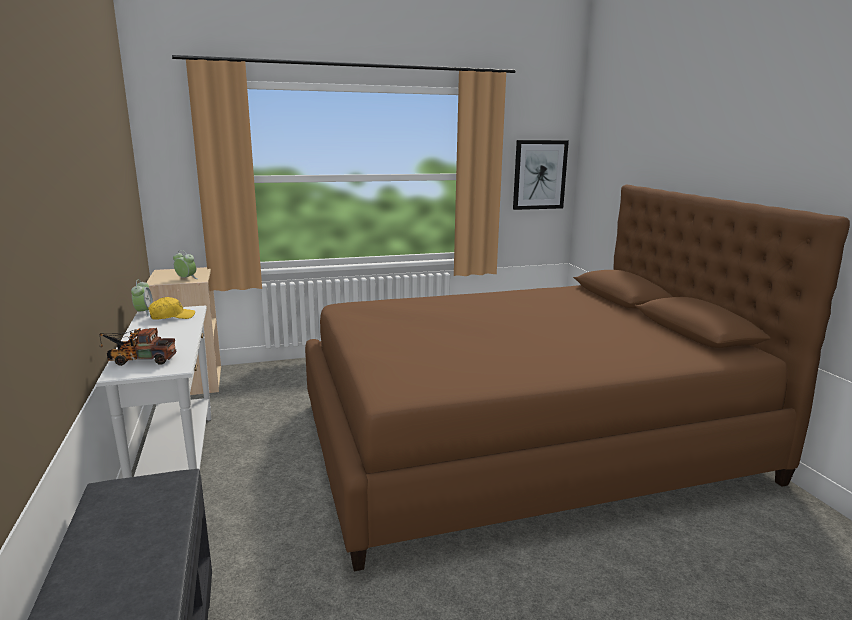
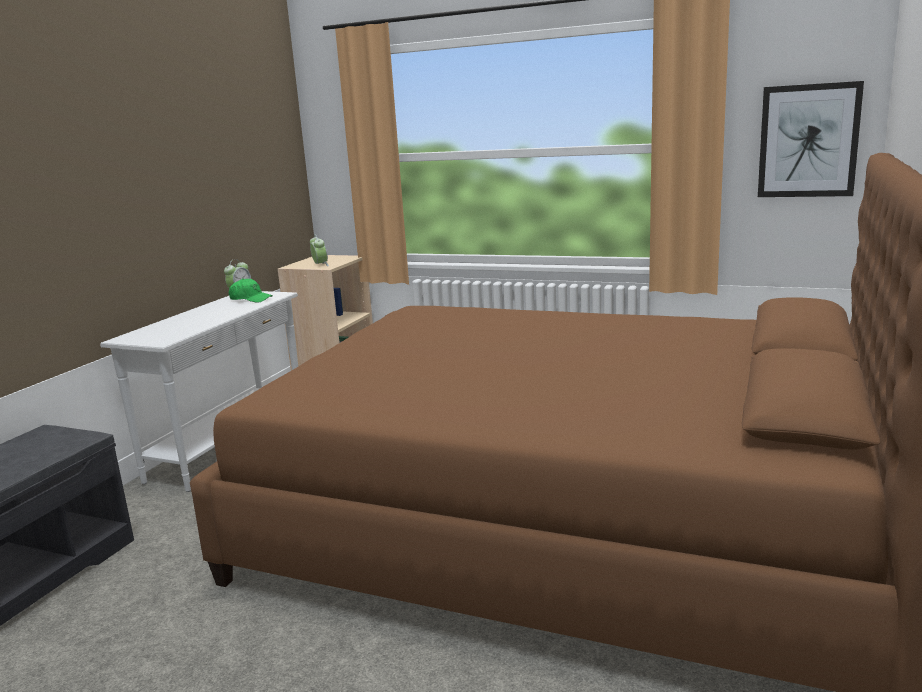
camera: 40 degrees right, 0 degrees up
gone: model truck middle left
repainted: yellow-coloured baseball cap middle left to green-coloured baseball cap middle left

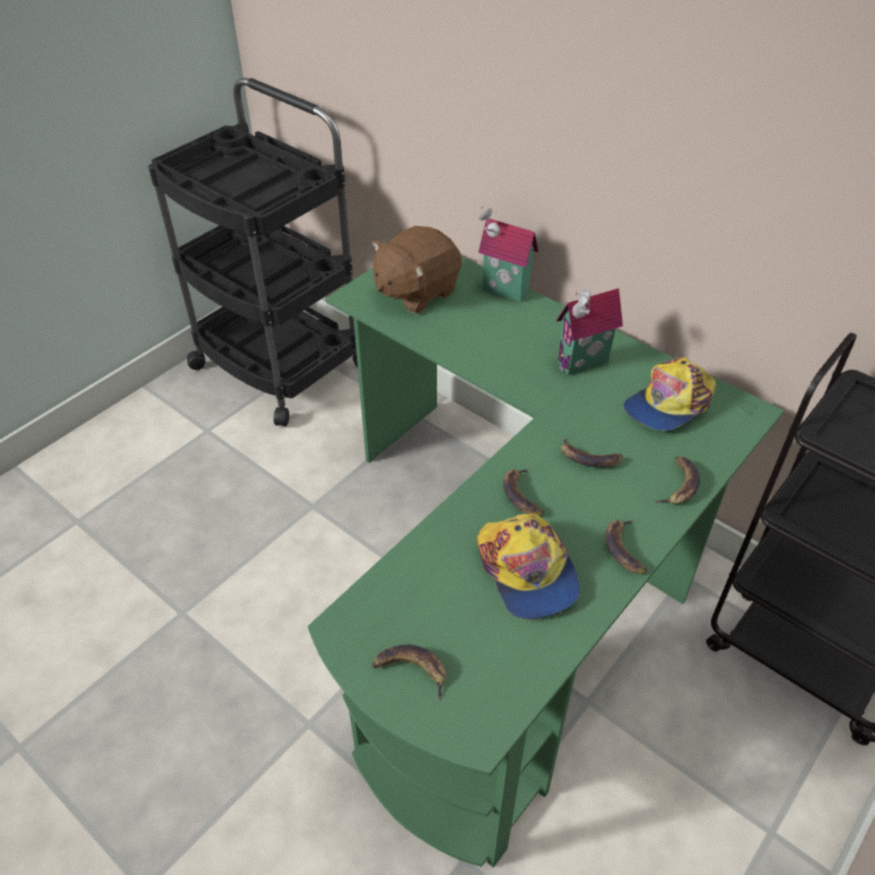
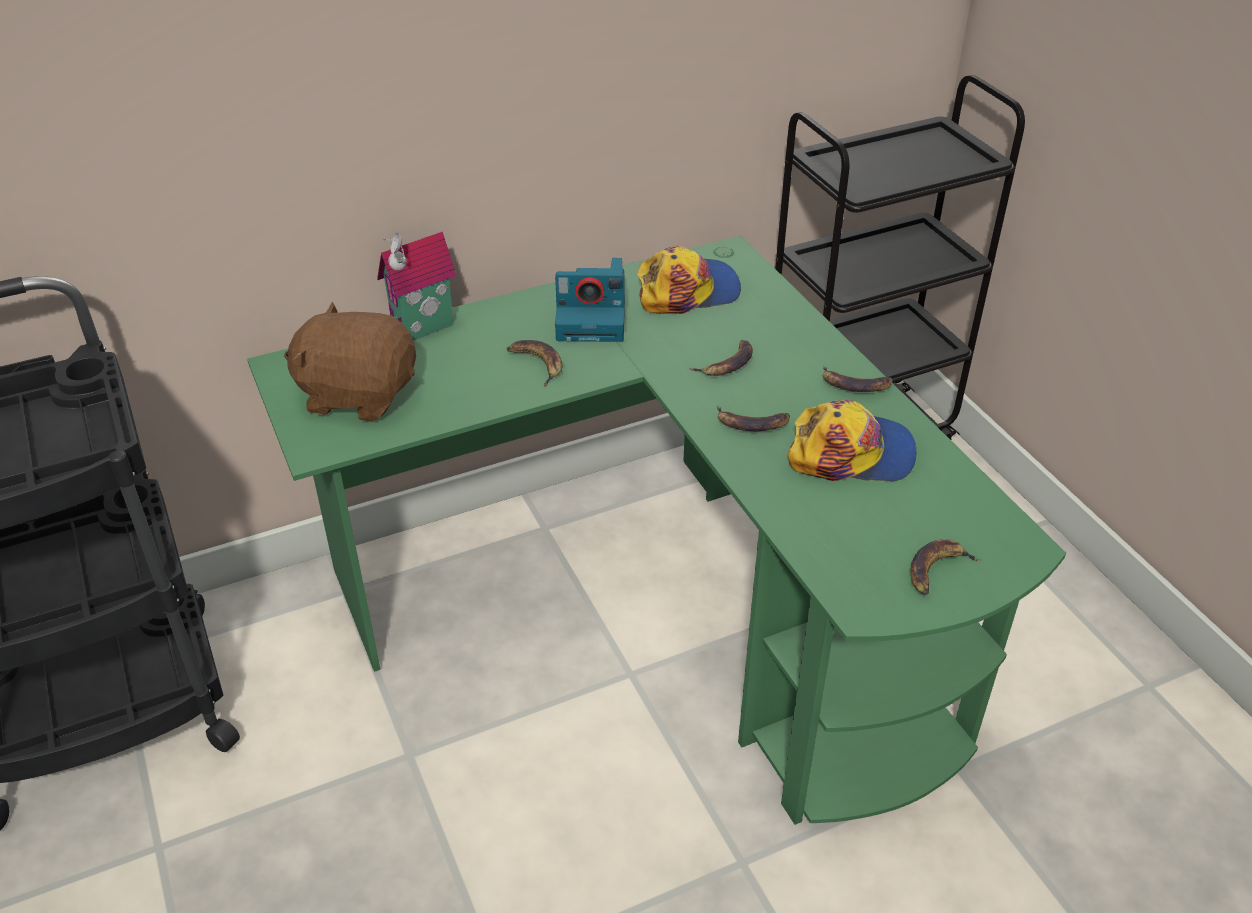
camera: 65 degrees left, 5 degrees down
shifted: banana fruit (no. 5 from left in the first image) middle right to banana fruit (no. 1 from left) centre
swapped: toy house (no. 2 from left) middle right to still camera top centre
rotated: brown cuddly toy top centre = middle left 120 degrees clockwise; baseball cap (no. 2 from left in the first image) middle right = top centre 90 degrees counterclockwise

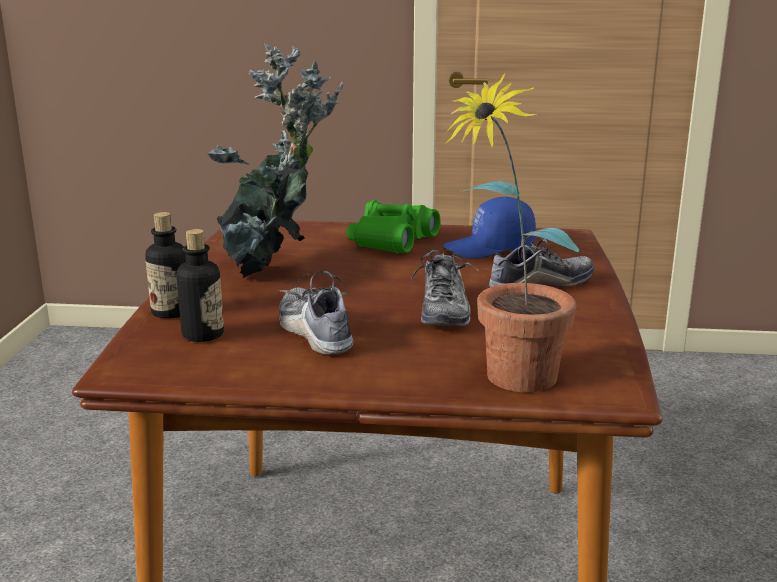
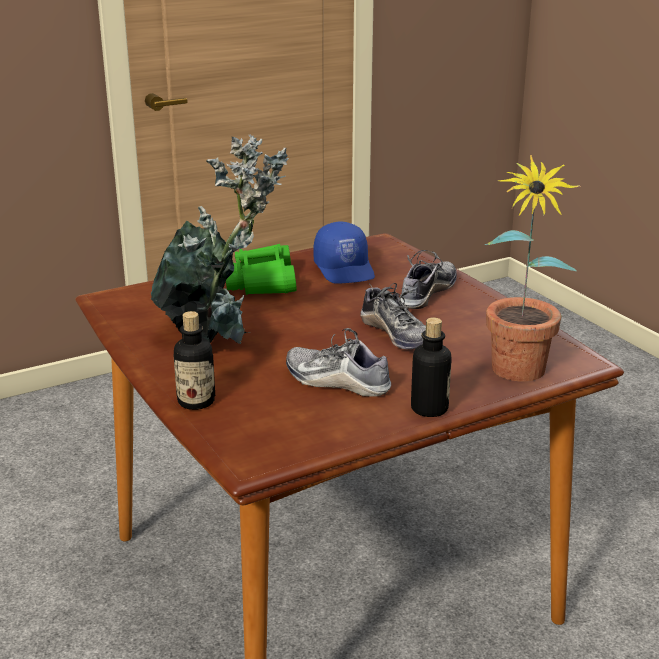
camera: 35 degrees left, 5 degrees up
shifted: drink bottle (no. 2 from left) middle left to centre
rotated: bluish baseball cap centre = centre 60 degrees counterclockwise

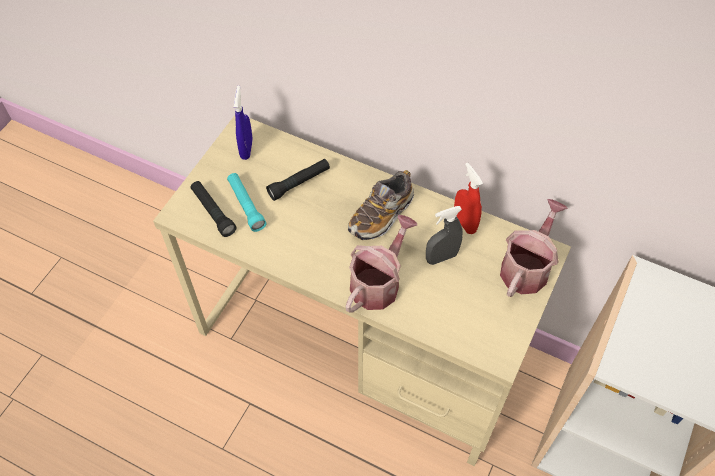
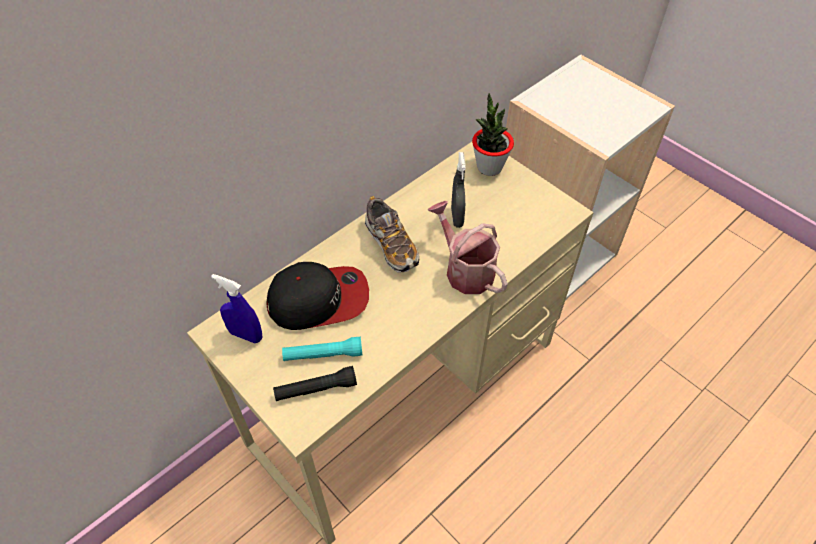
camera: 70 degrees left, 5 degrees down
gone: red-coloured hand sprayer centre
swapped: black-coloured torch (no. 2 from left) centre to baseball cap centre; sprinkling can (no. 2 from left) middle right to plant in a pot top centre

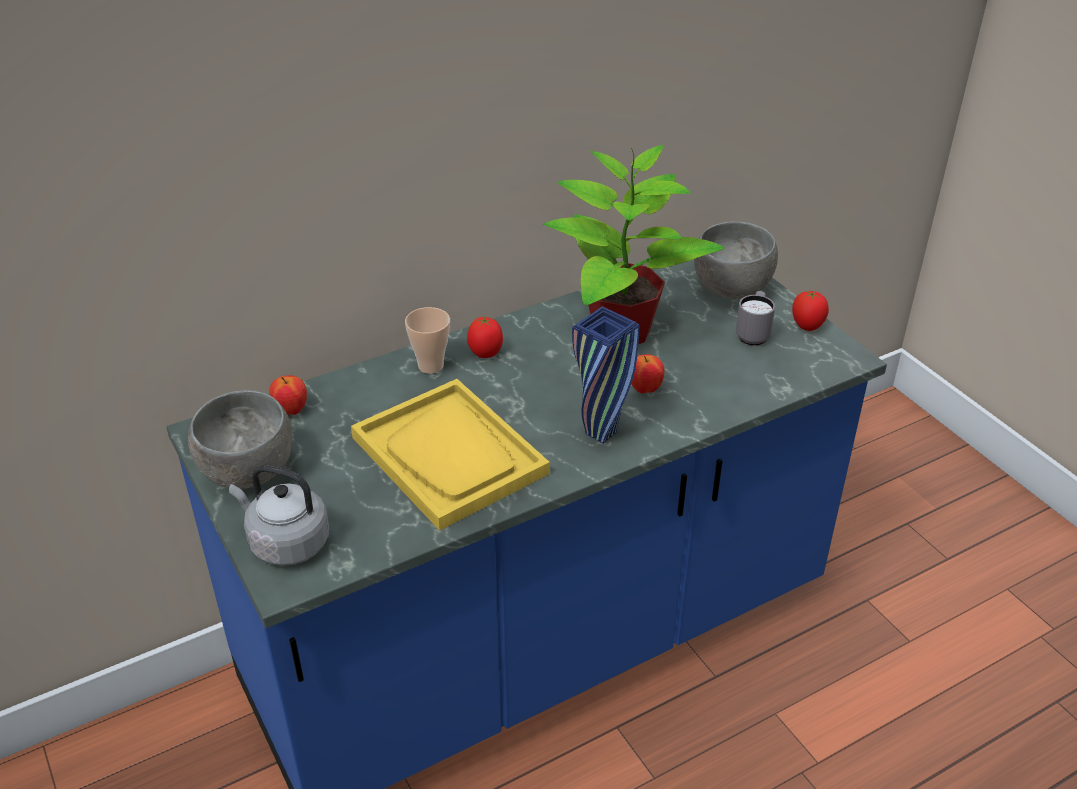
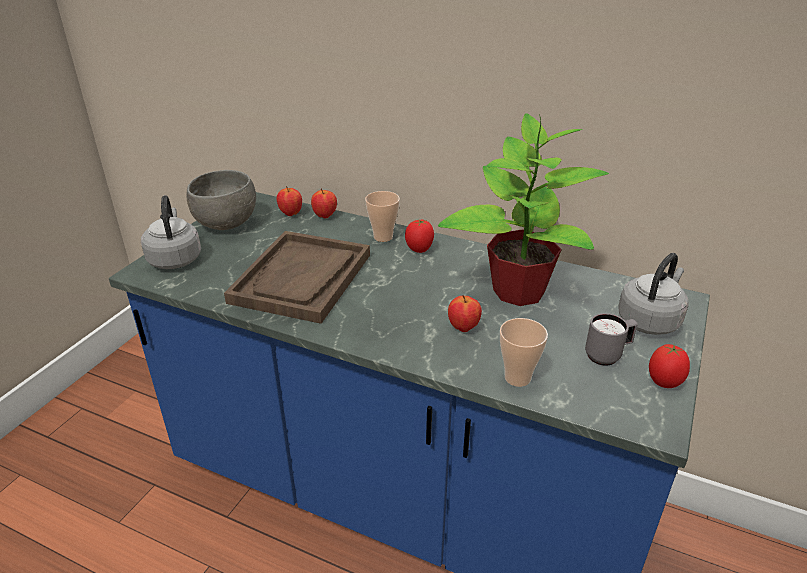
camera: 55 degrees right, 5 degrees down
gone: bluish decorative vase centre
new: whole apple (no. 2 from left) centre; drinking cup (no. 2 from left) centre
swapped: gray serving bowl (no. 2 from left) top right to gray tea kettle (no. 2 from left) middle right
repainted: yellow-coloured serving tray centre to brown serving tray centre

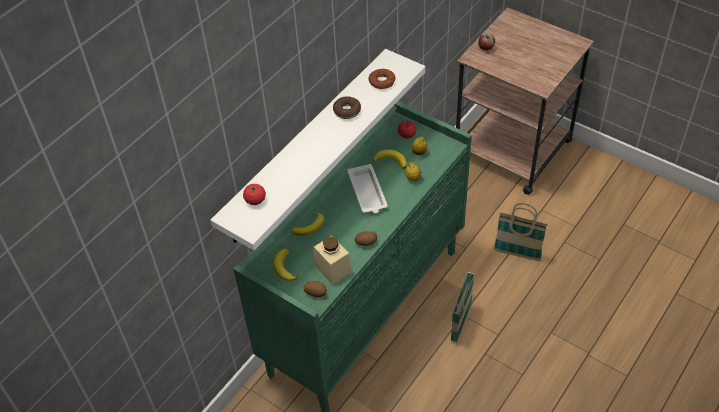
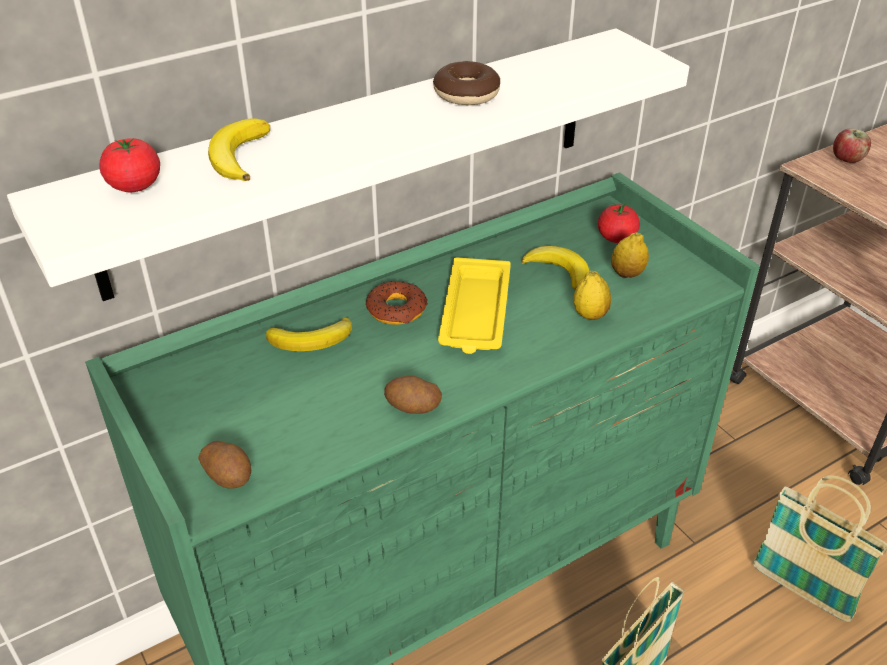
camera: 20 degrees right, 10 degrees down
gone: beige jar centre
shifted: banana fruit (no. 1 from left) centre to top left; ring doughnut (no. 2 from left in the first image) top centre to ring doughnut (no. 1 from left) centre
repainted: whitish serving tray centre to yellow-coloured serving tray centre

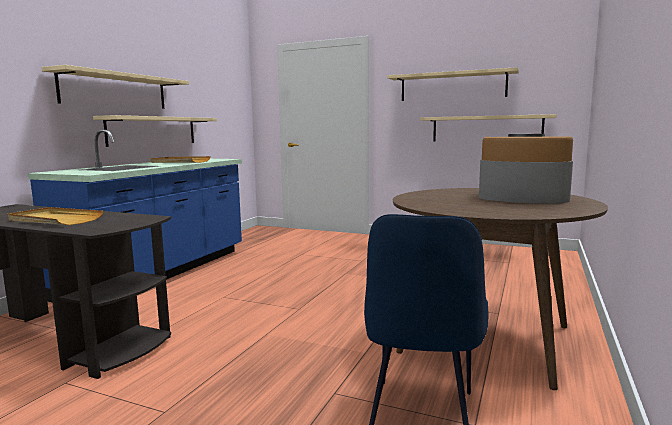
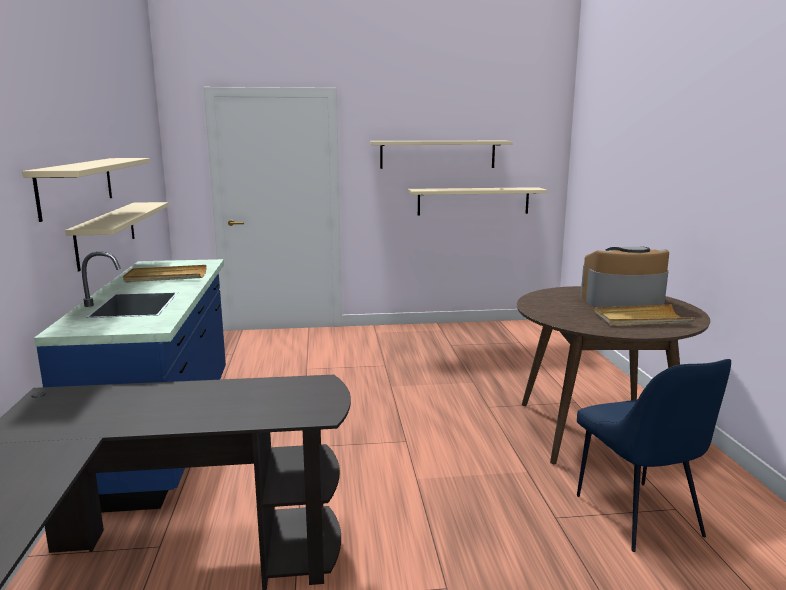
camera: 30 degrees left, 5 degrees up
shifted: beige serving tray (no. 1 from left in the first image) middle left to beige serving tray (no. 2 from left) middle right

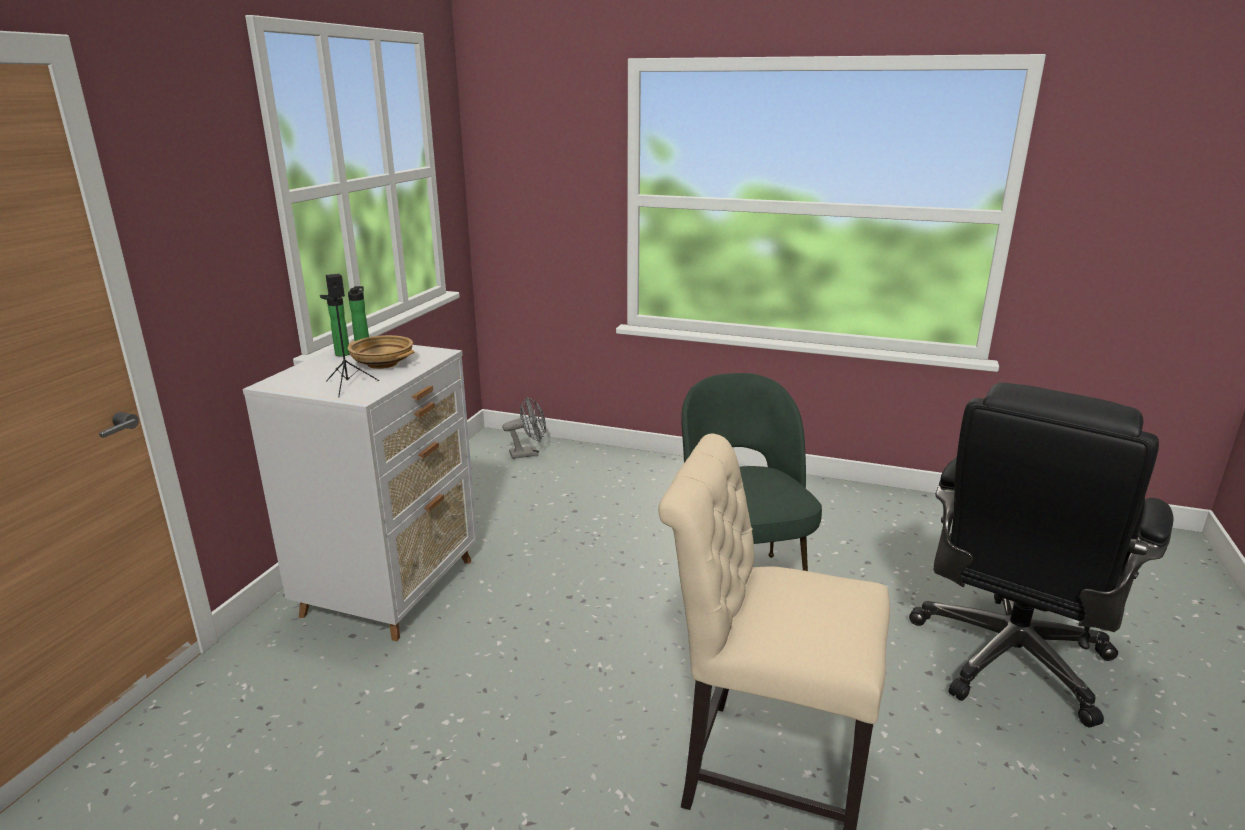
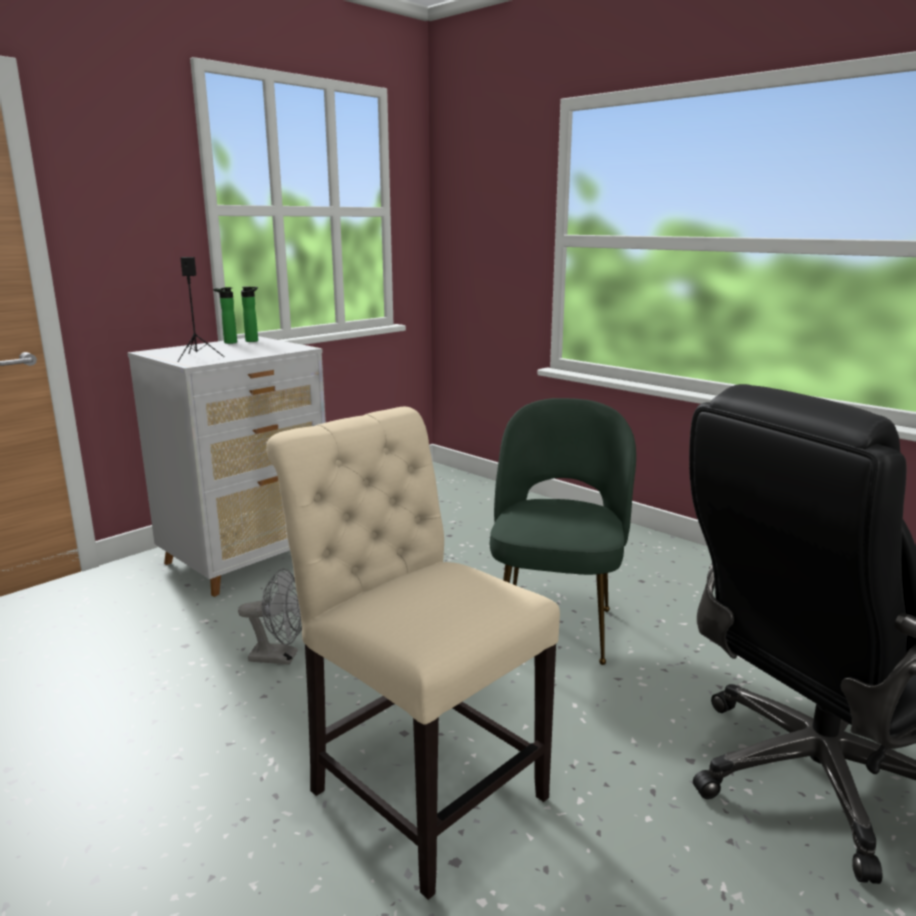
camera: 25 degrees right, 5 degrees down
gone: beige serving bowl middle left
shifted: gray fan centre to bottom left

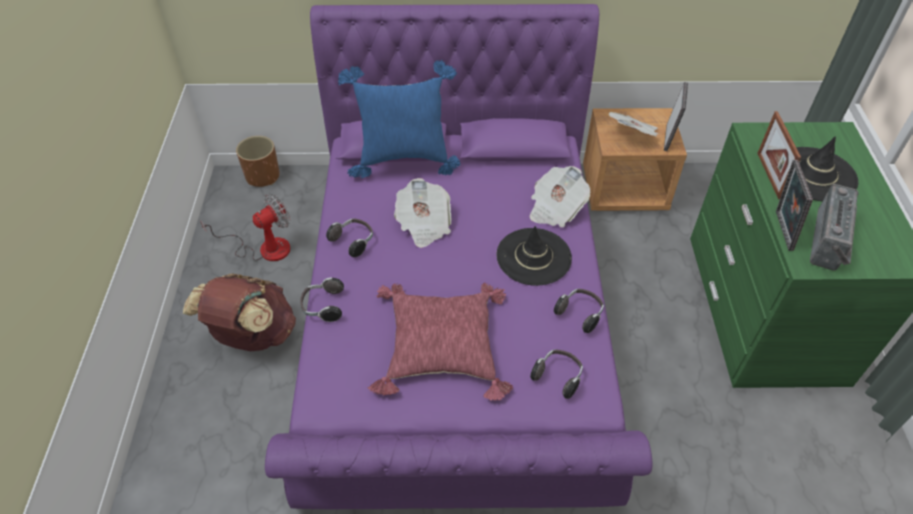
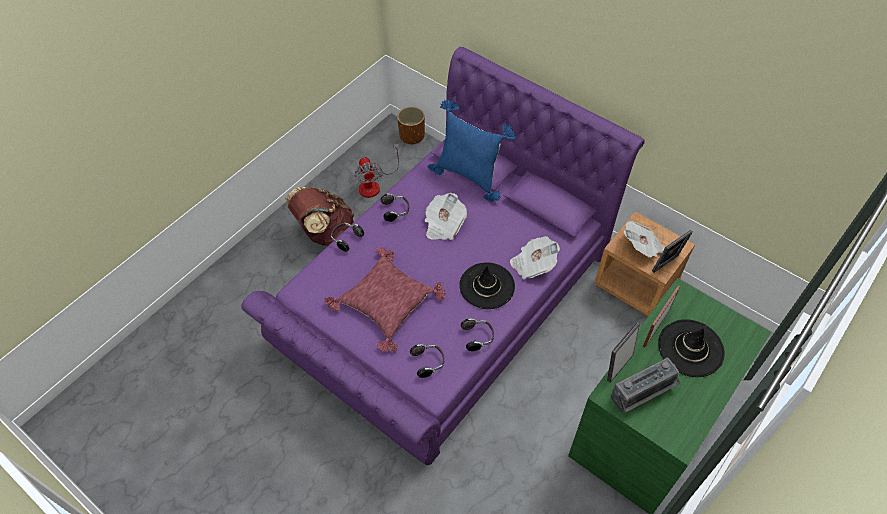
camera: 40 degrees right, 5 degrees up
rotated: fan middle left = top centre 75 degrees clockwise

